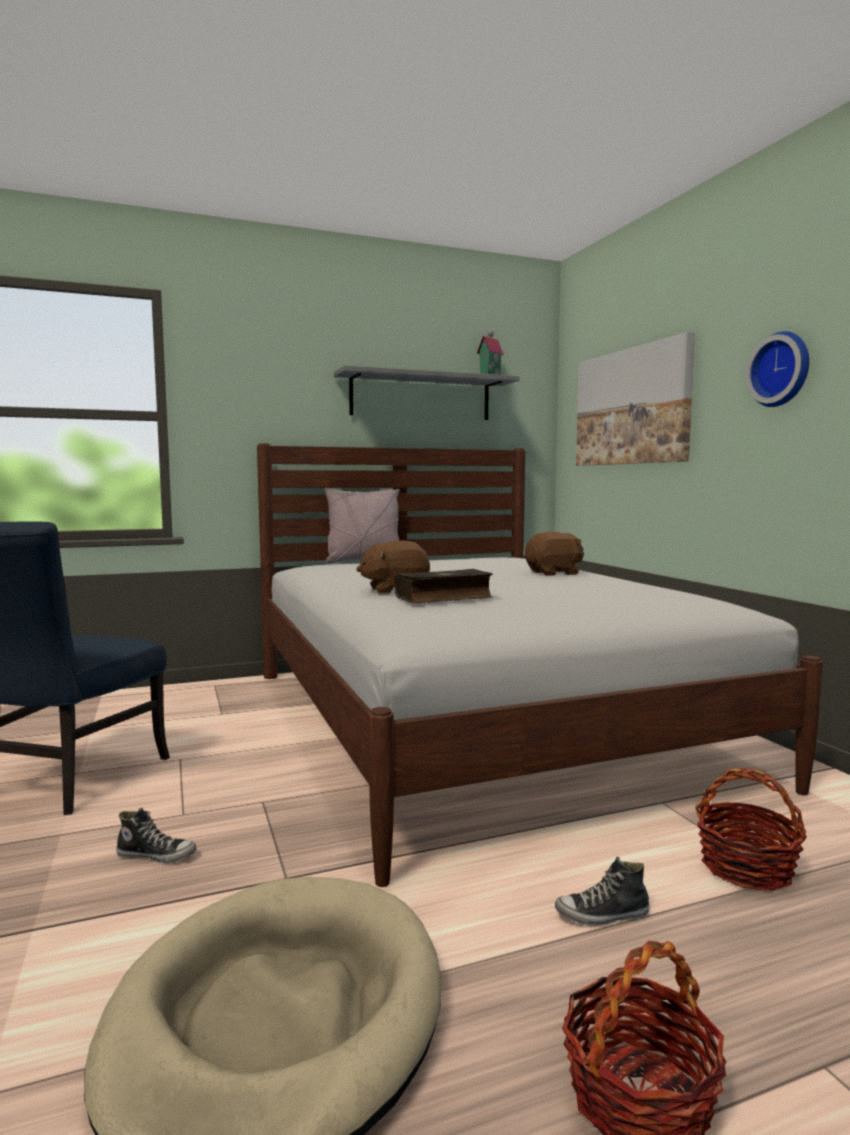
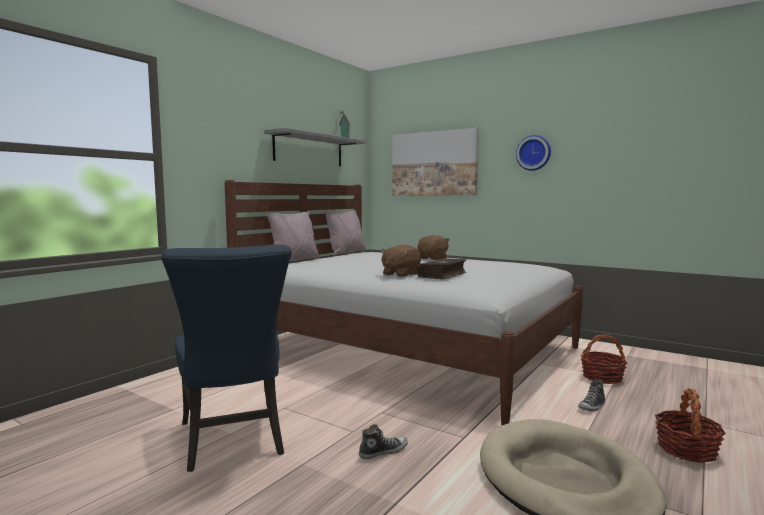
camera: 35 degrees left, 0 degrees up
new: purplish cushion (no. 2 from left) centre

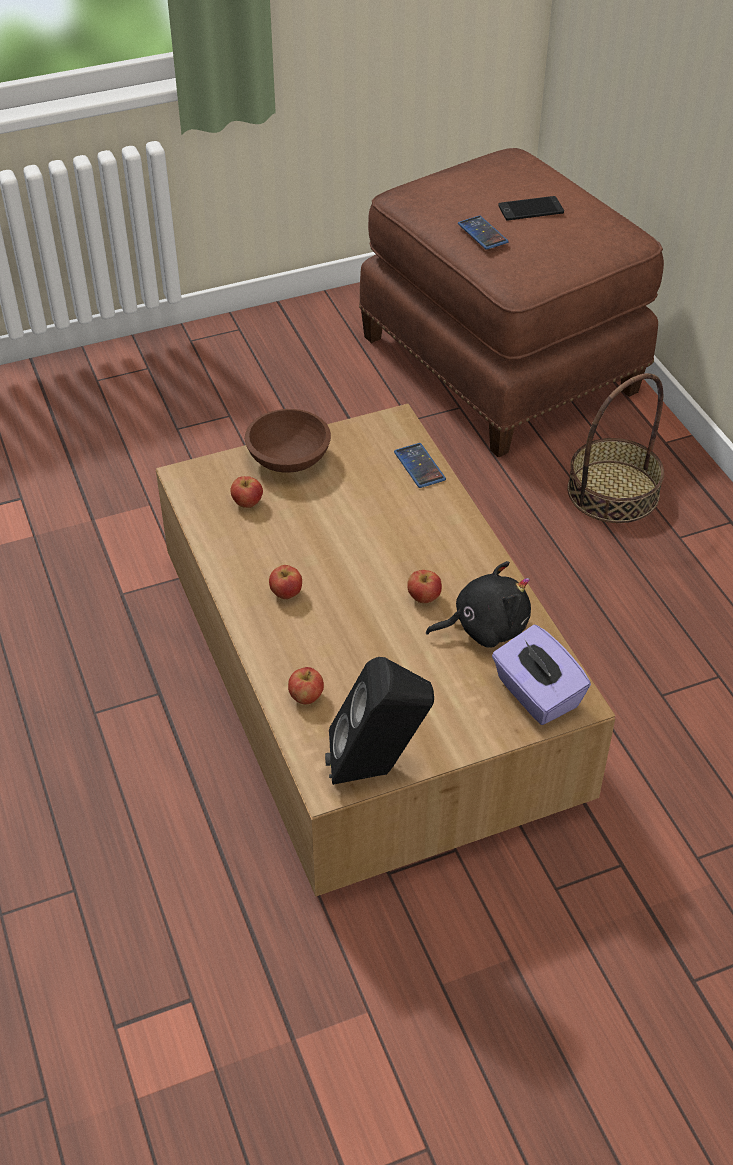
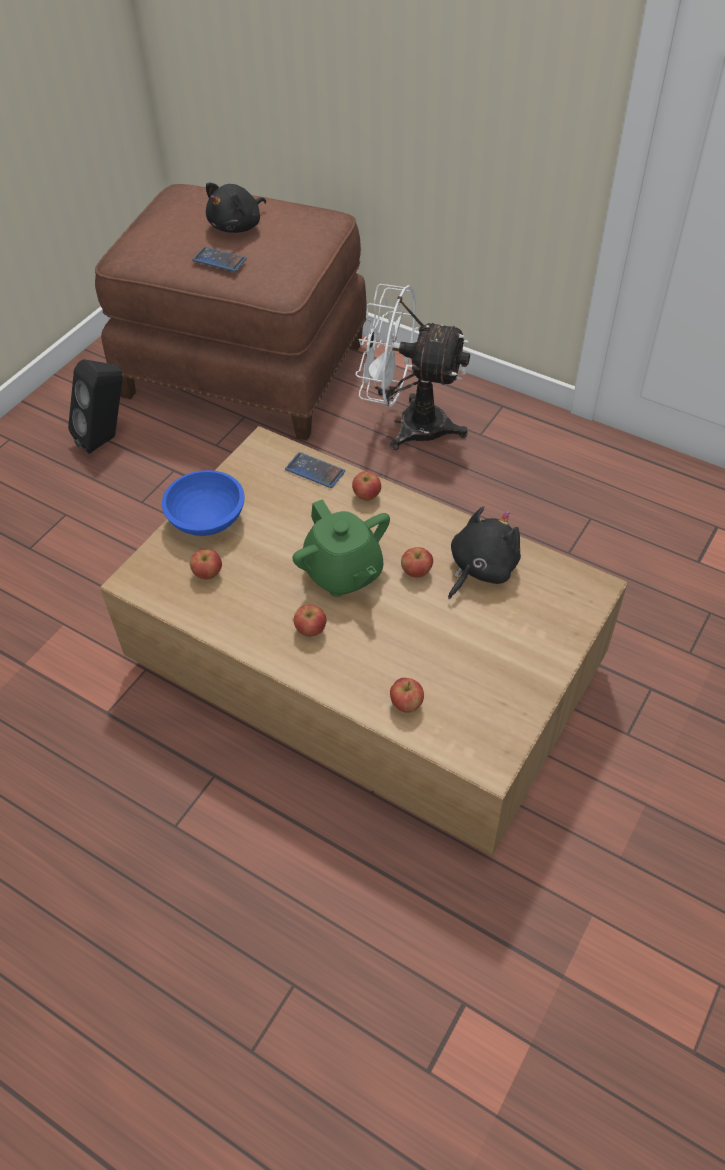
camera: 35 degrees left, 5 degrees up
gone: purplish tissue holder middle right
new: green-coloured teapot centre; whole apple (no. 3 from left) centre
shifted: black-coloured audio speaker centre to middle left
swapped: telephone (no. 3 from left) top right to black-coloured cuddly toy (no. 1 from left) top left; basket middle right to whitish fan top centre
repainted: brown serving bowl centre to bluish serving bowl middle left

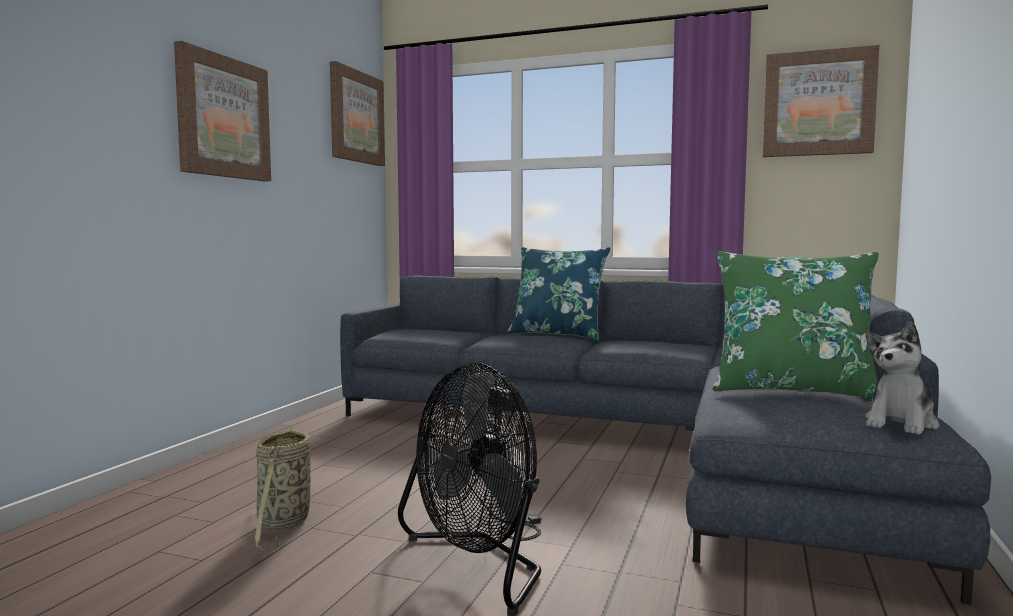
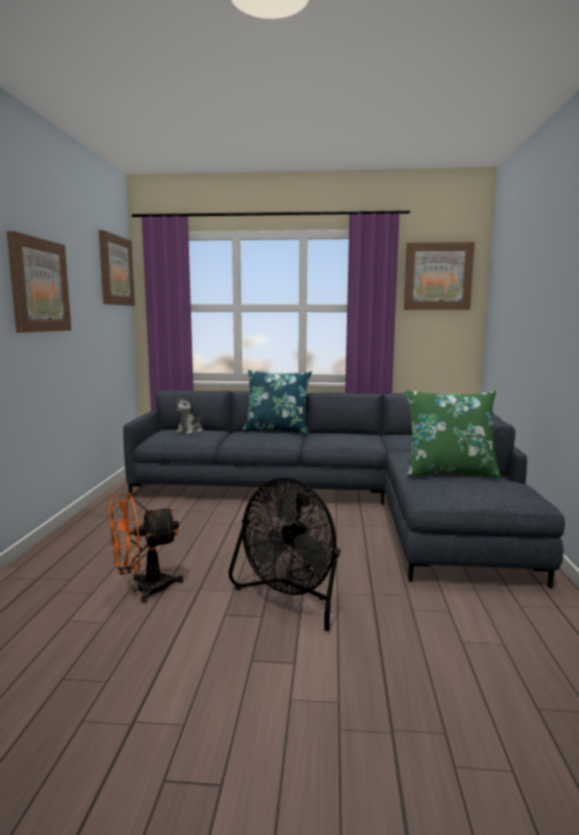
camera: 15 degrees left, 5 degrees up
shifted: cuddly toy middle right to middle left
swapped: basket bottom left to orange fan middle left

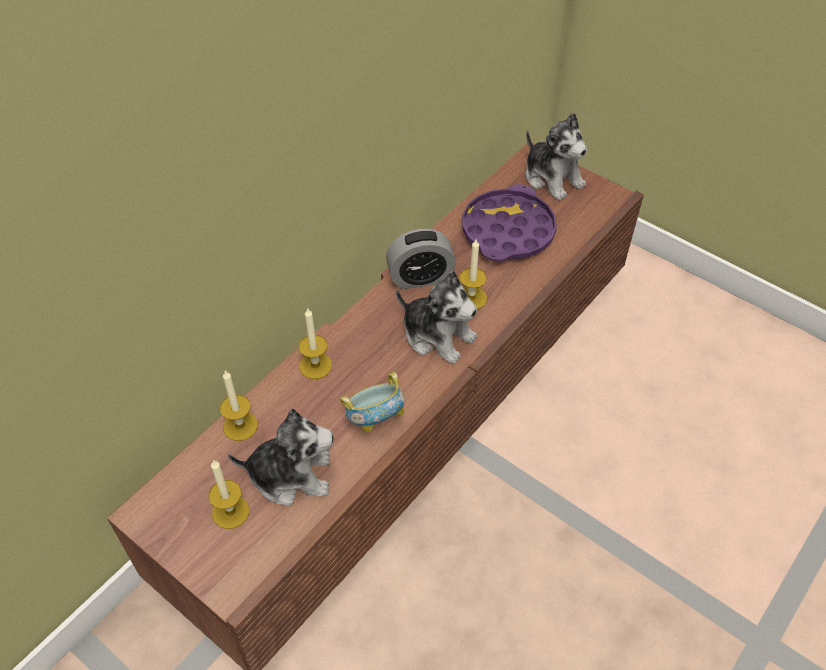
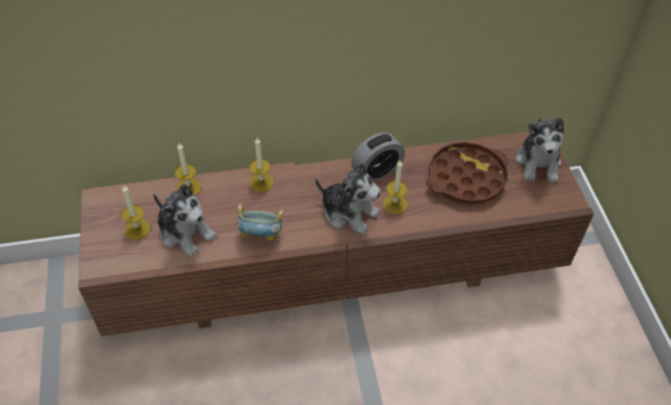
camera: 40 degrees right, 0 degrees up
repainted: purplish serving tray top centre to brown serving tray middle right
rotated: cuddly toy (no. 2 from left) centre = centre 45 degrees counterclockwise; alarm clock centre = centre 60 degrees counterclockwise

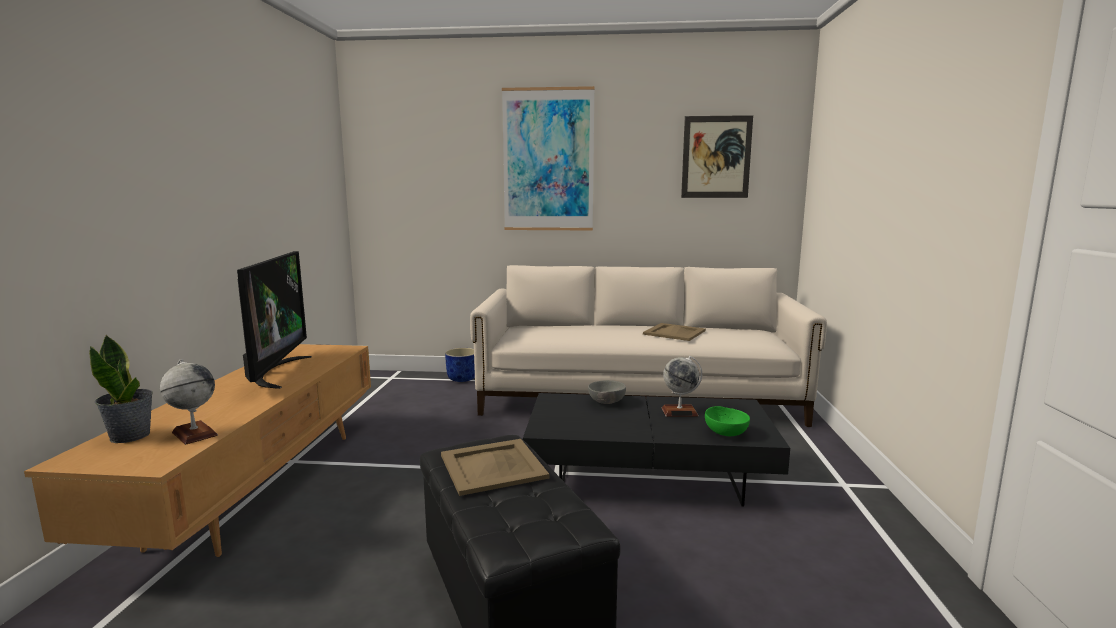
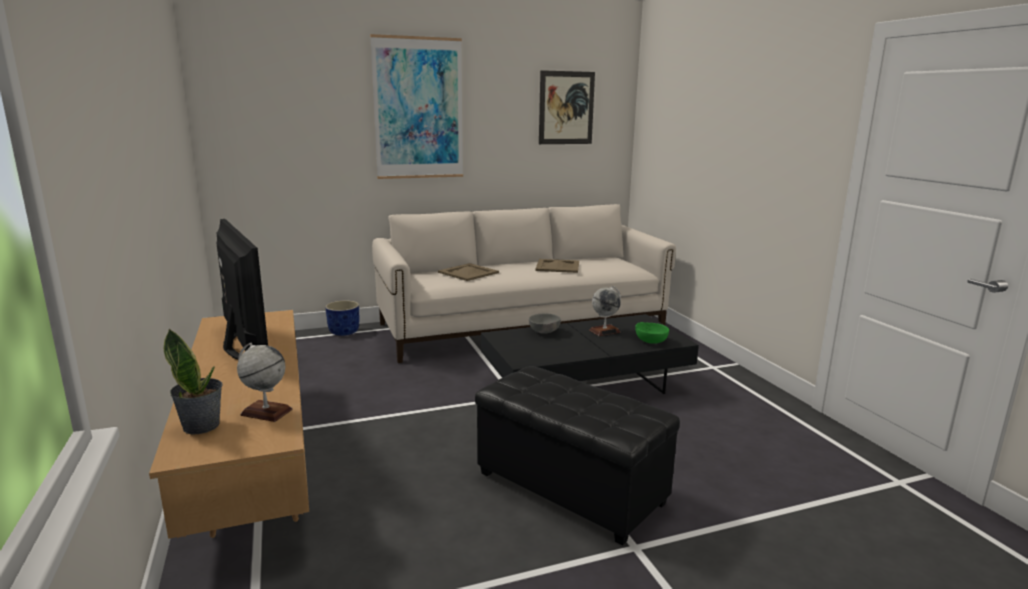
camera: 25 degrees left, 5 degrees up
shifted: beige serving tray (no. 1 from left) bottom centre to centre

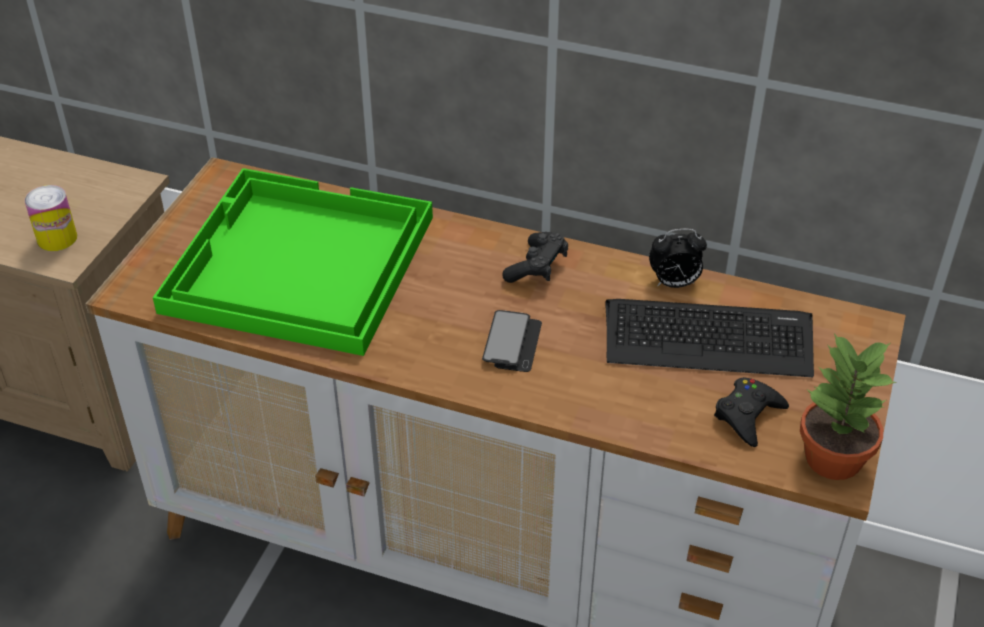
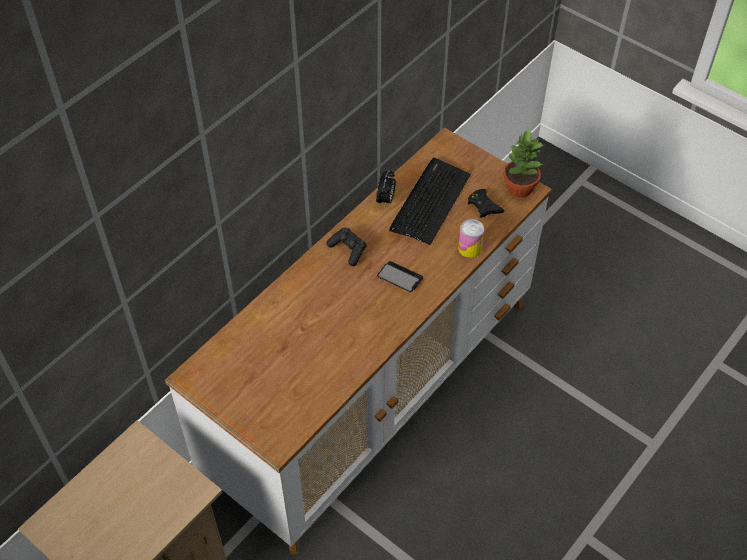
camera: 70 degrees left, 10 degrees up
gone: green-coloured serving tray middle left
shifted: can middle left to centre

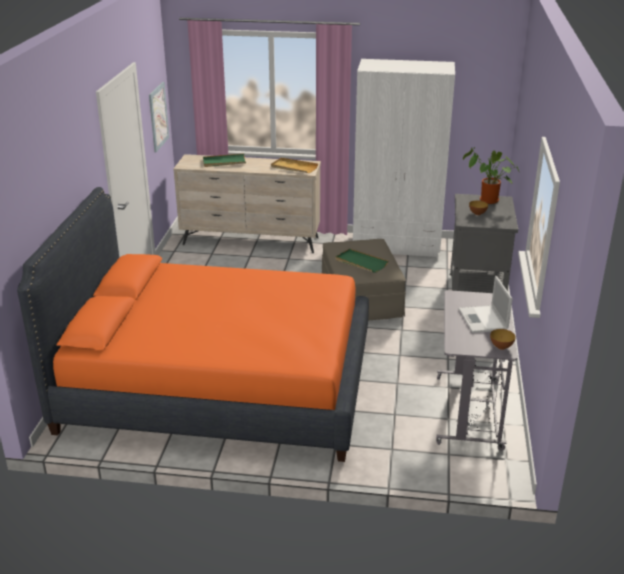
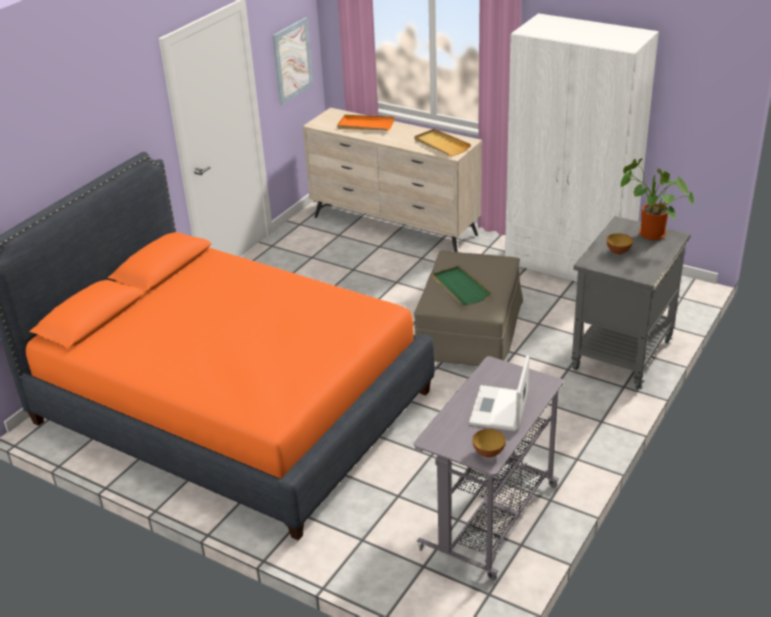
camera: 25 degrees right, 5 degrees up
repainted: green-coloured serving tray (no. 1 from left) top centre to orange serving tray top centre

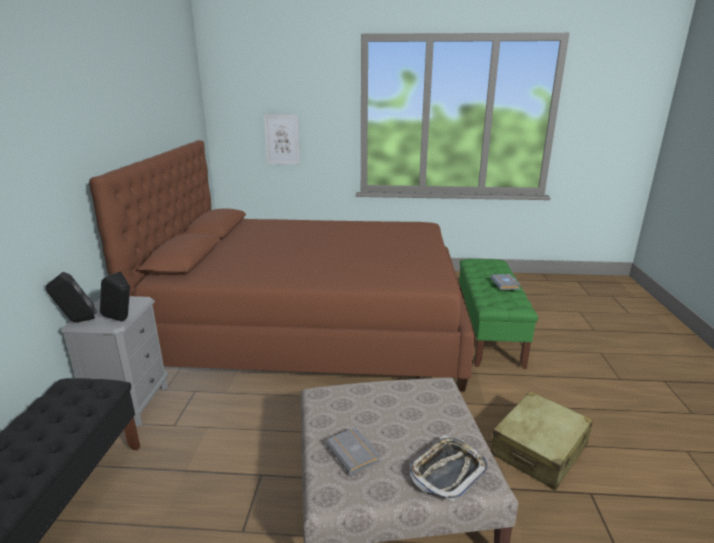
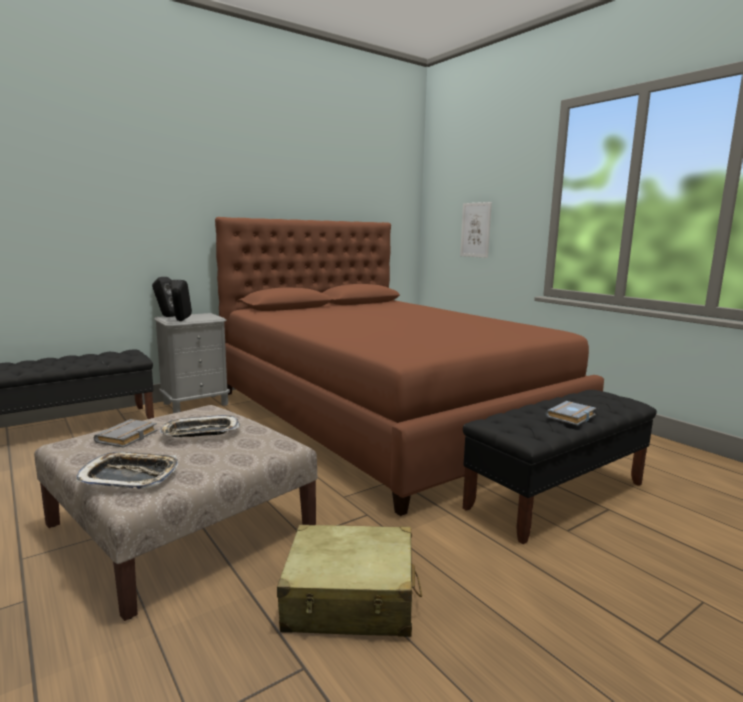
camera: 50 degrees right, 10 degrees down
new: serving tray (no. 2 from left) middle left
repainted: green-coloured long seat middle right to black-coloured long seat (no. 2 from left) middle right

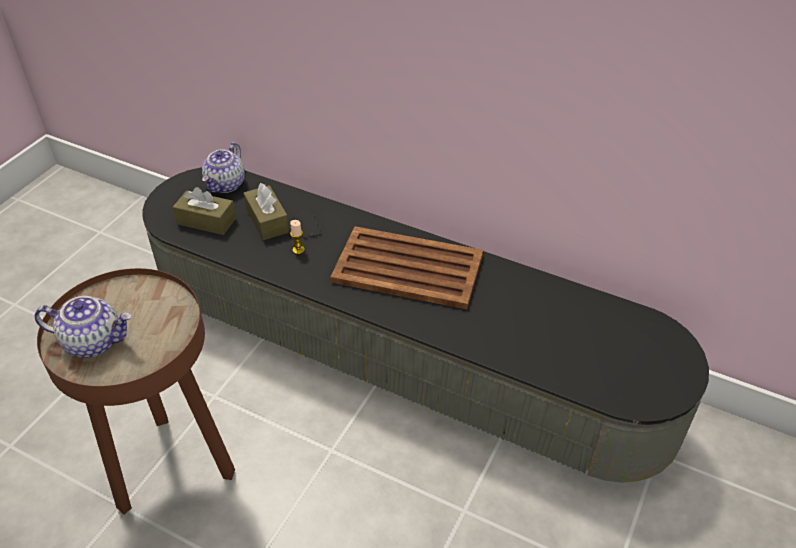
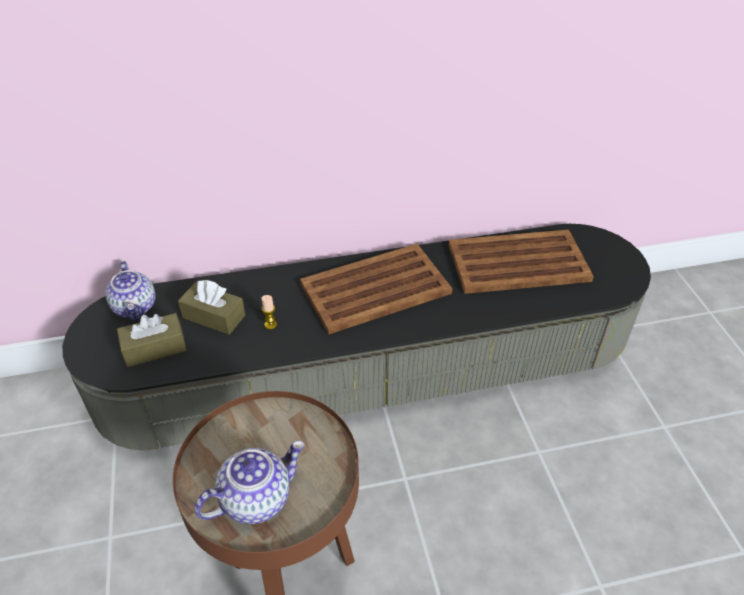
camera: 40 degrees left, 0 degrees up
new: brown serving tray (no. 2 from left) middle right

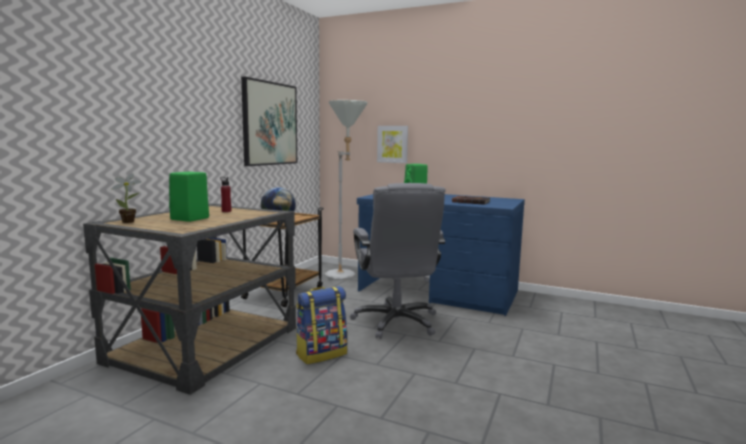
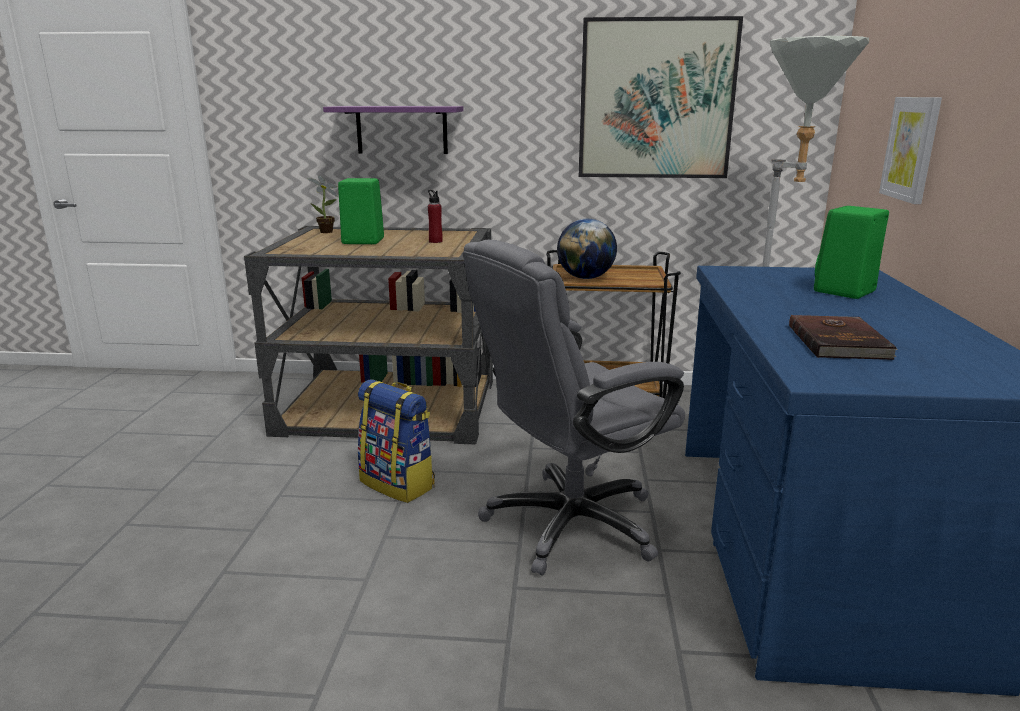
camera: 70 degrees right, 10 degrees up
new: purplish bracket shelf top centre

